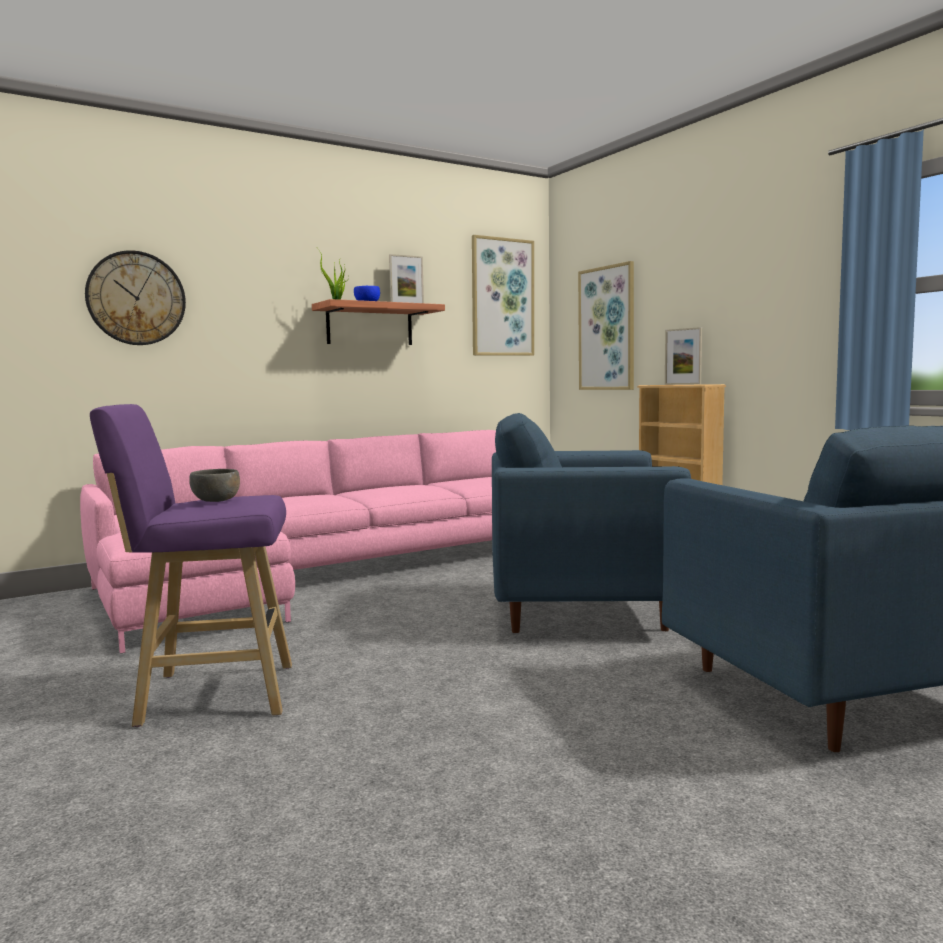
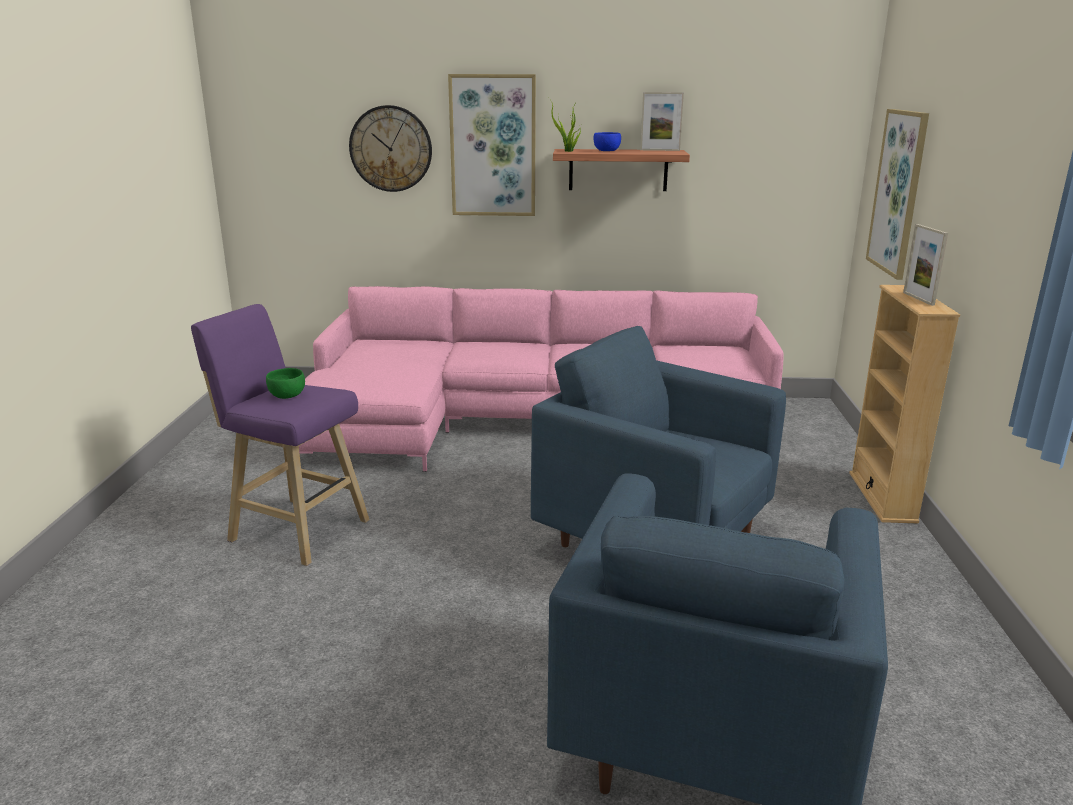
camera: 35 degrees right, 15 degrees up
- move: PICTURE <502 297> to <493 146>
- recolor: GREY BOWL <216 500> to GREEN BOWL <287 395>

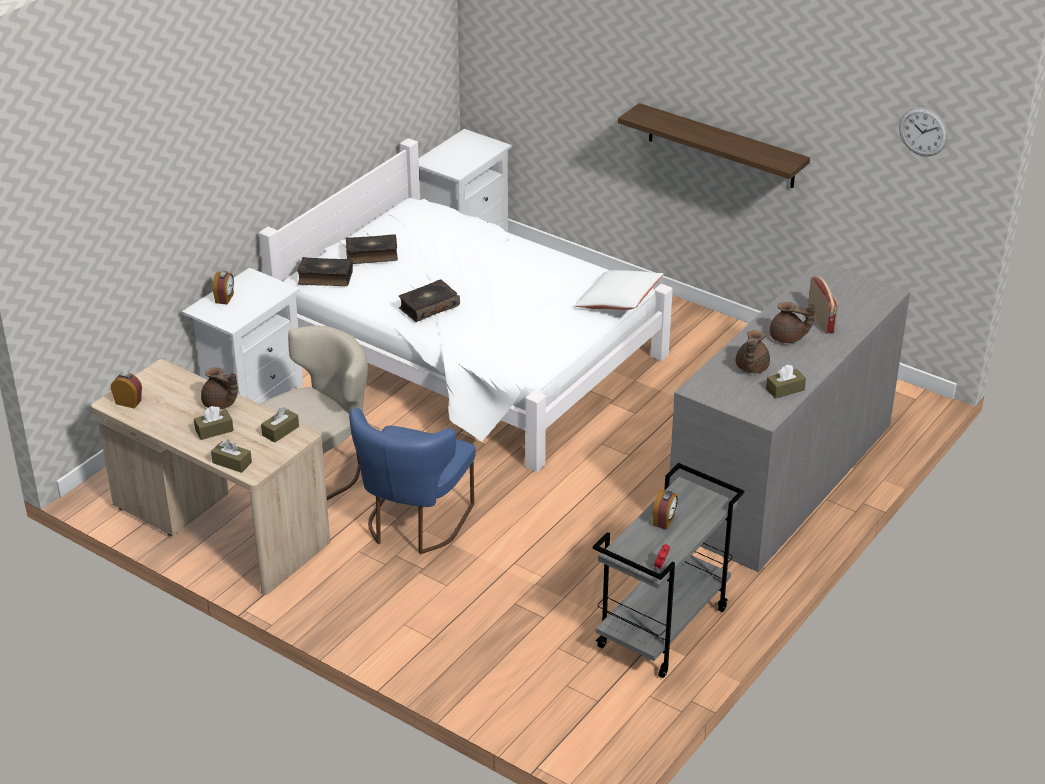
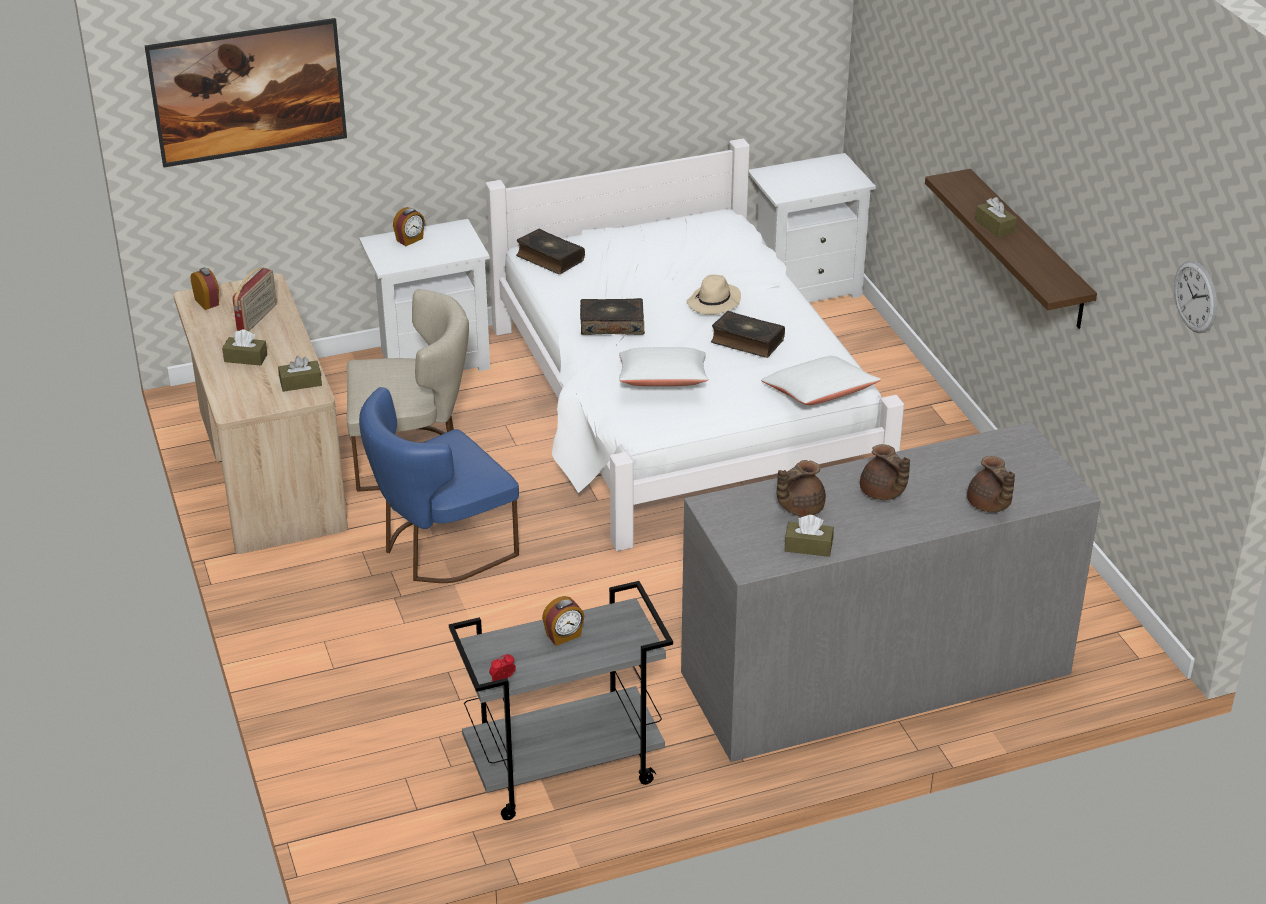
camera: 35 degrees right, 0 degrees up
- insert: PICTURE <252 121>
- insert: WHITE PILLOW <663 381>
- insert: BEIGE HAT <714 303>
- move: BROWN TEAPOT <220 404> to <989 505>
- move: BROWN TISSUE BOX <232 462> to <995 226>
- move: BOOK <372 255> to <747 341>
- move: RADIO <822 319> to <258 318>

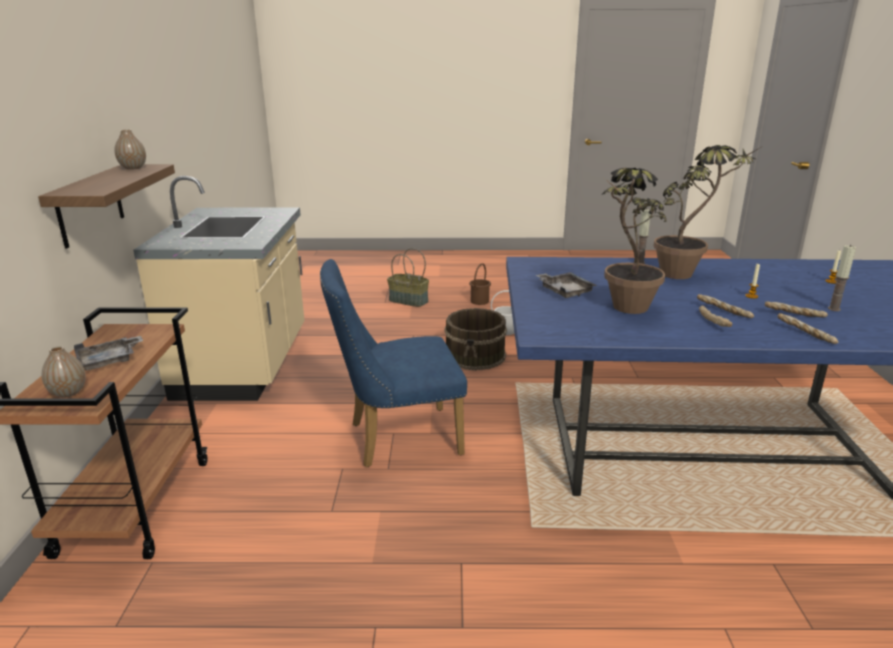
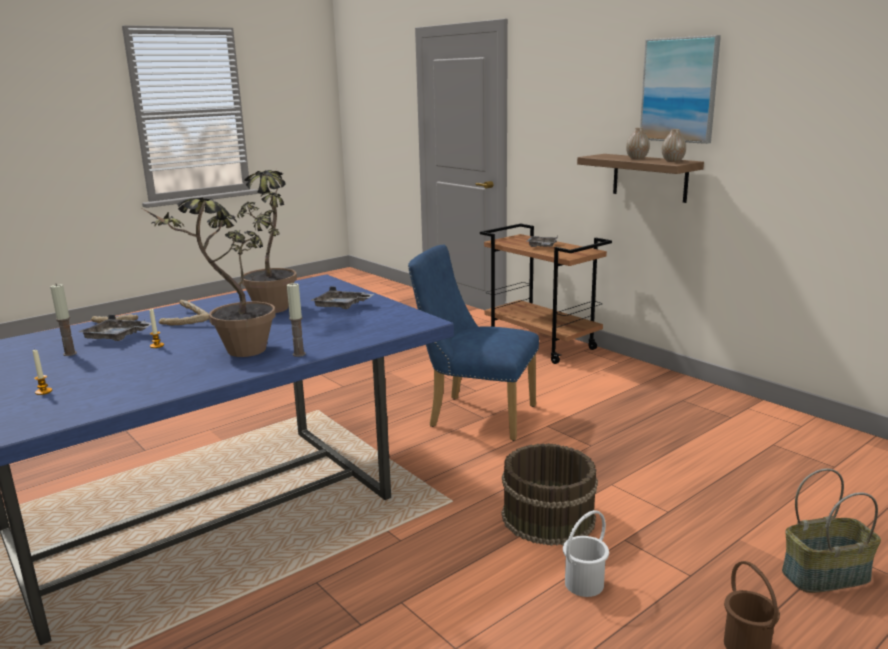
camera: 140 degrees right, 5 degrees down
- delete: BEIGE COUNTER <245 364>
- insert: PICTURE <679 90>
- move: VASE <68 393> to <637 158>
- replace: BREAD <794 315> to GREY TRAY <117 337>
- rotate: BLUE CHAIR <396 439> = <474 415> 105 degrees counterclockwise

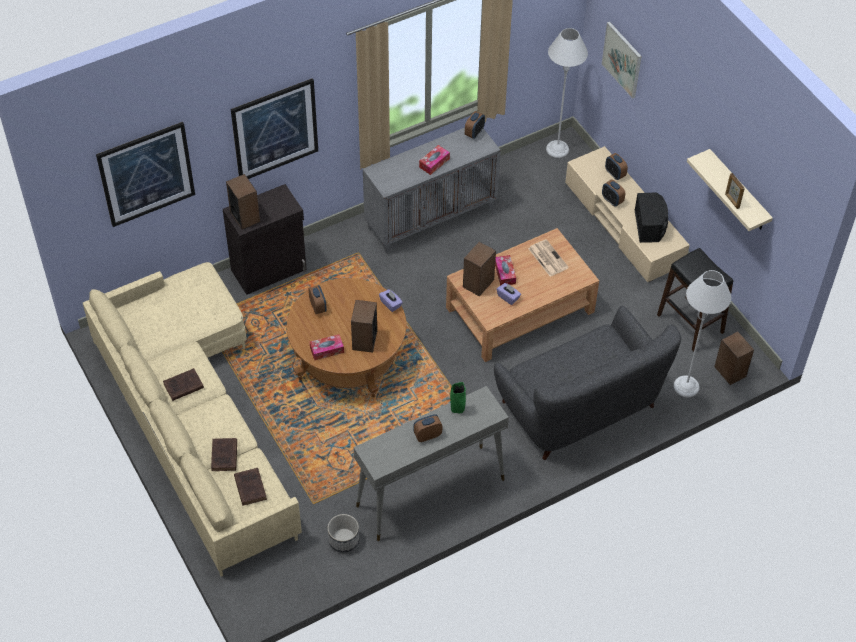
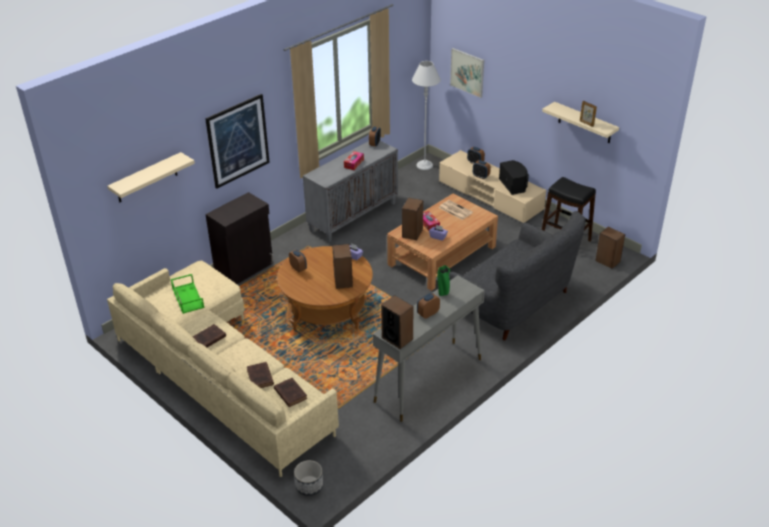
camera: 15 degrees left, 15 degrees down
- delete: TISSUE BOX <327 350>
- delete: GREY FLOOR LAMP <686 386>
- insert: GREEN TRAY <187 297>
- move: SPEAKER <245 217> to <397 338>
- move: PLANTER <343 540> to <309 486>
- replace: PICTURE <146 174> to BEIGE SHELF <146 178>

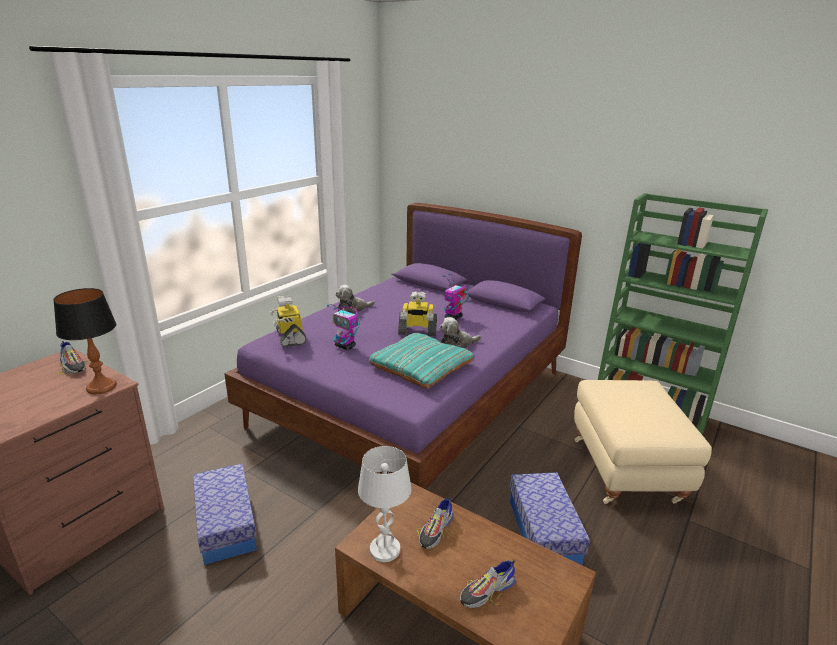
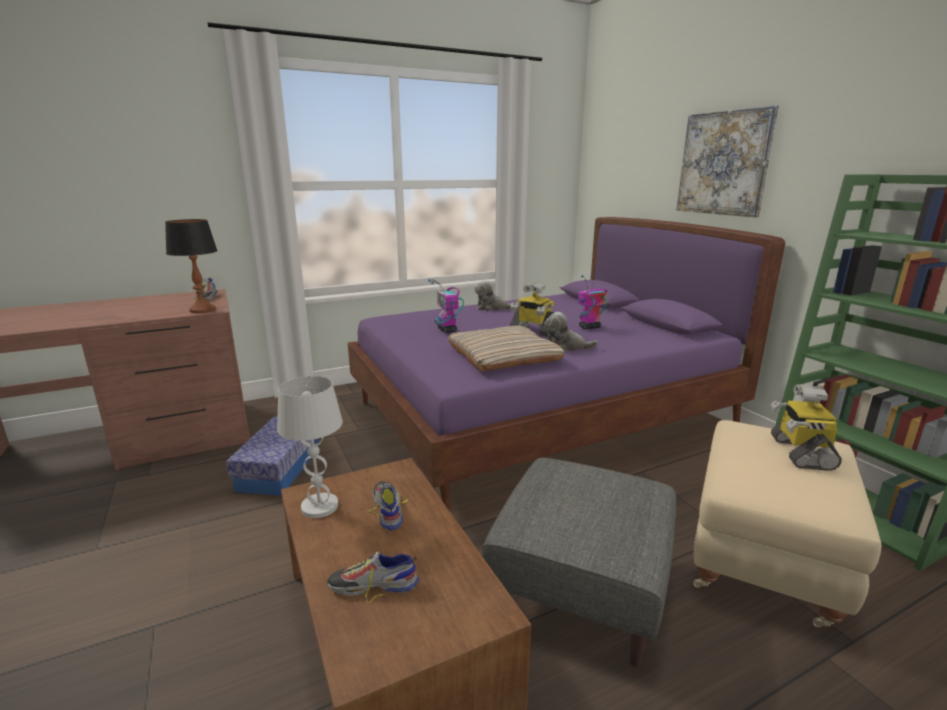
camera: 30 degrees right, 5 degrees down
- insert: PICTURE <724 163>
- move: TOY ROBOT <290 337> to <800 452>
- replace: STORAGE BOX <543 531> to GREY OTTOMAN <579 585>
- recolor: TURQUOISE PILLOW <421 366> to BEIGE PILLOW <503 356>
- rotate: SHOE <436 530> = <387 508> 105 degrees clockwise

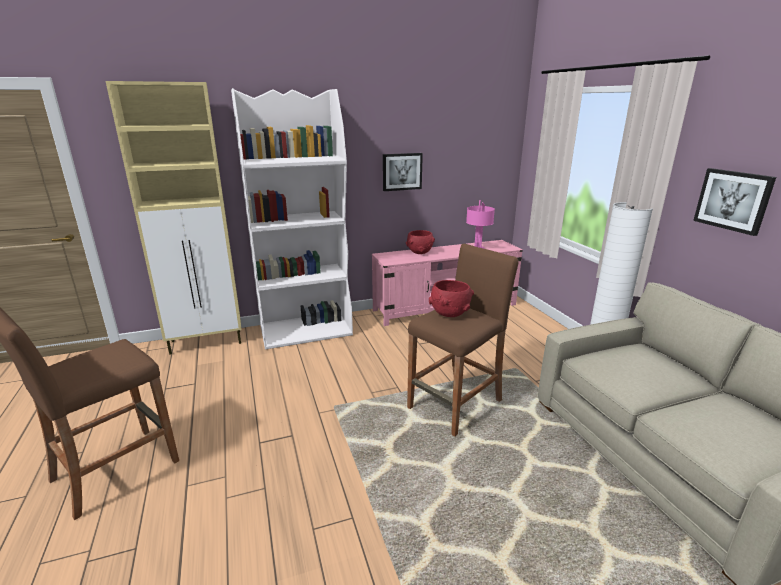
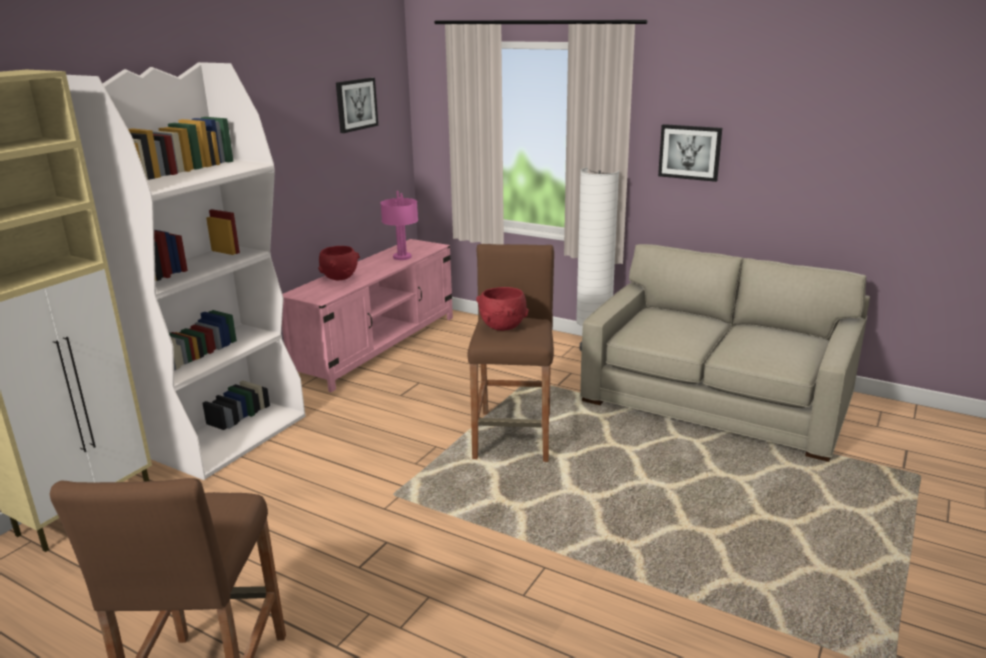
camera: 40 degrees left, 0 degrees up
- move: PICTURE <402 171> to <356 104>

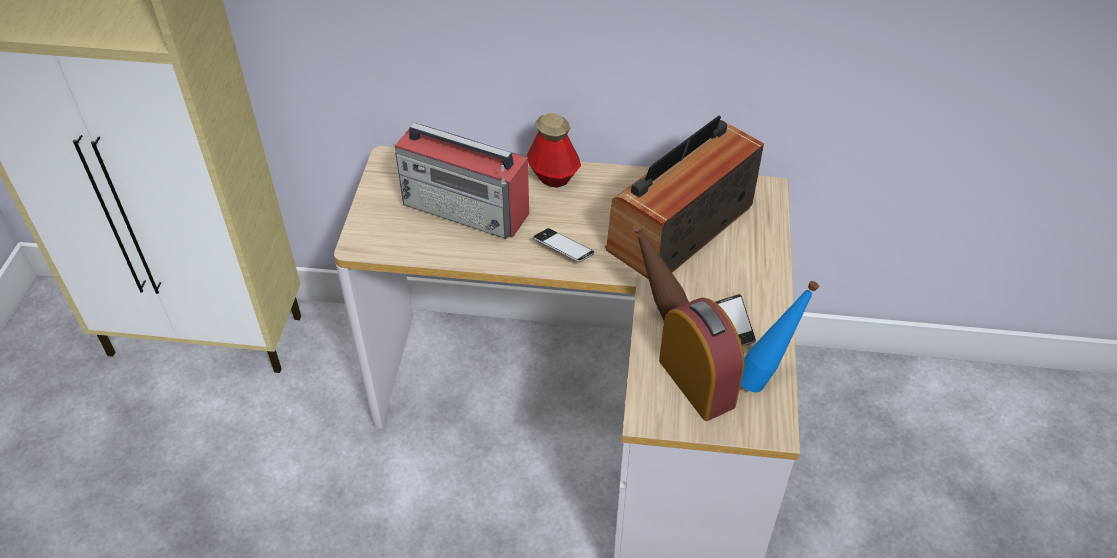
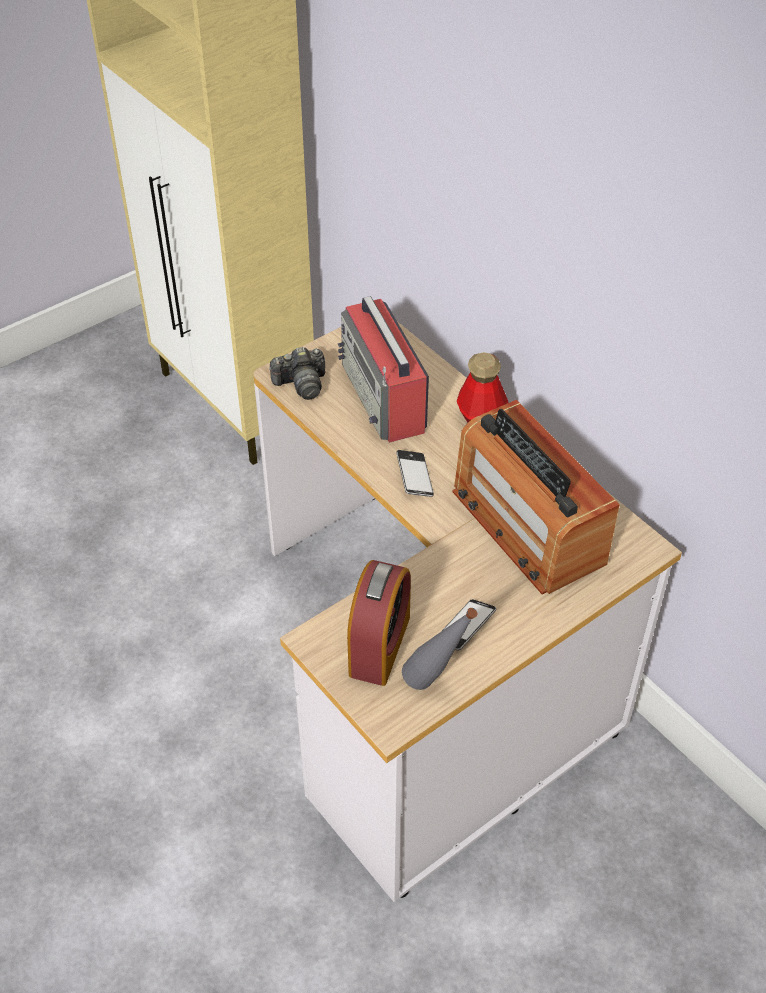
camera: 45 degrees right, 0 degrees up
- delete: BROWN BOTTLE <658 316>
- insert: PHOTO CAMERA <301 384>
- recolor: BLUE BOTTLE <765 378> to GREY BOTTLE <436 684>
- rotate: RADIO <680 228> = <527 526> 120 degrees counterclockwise

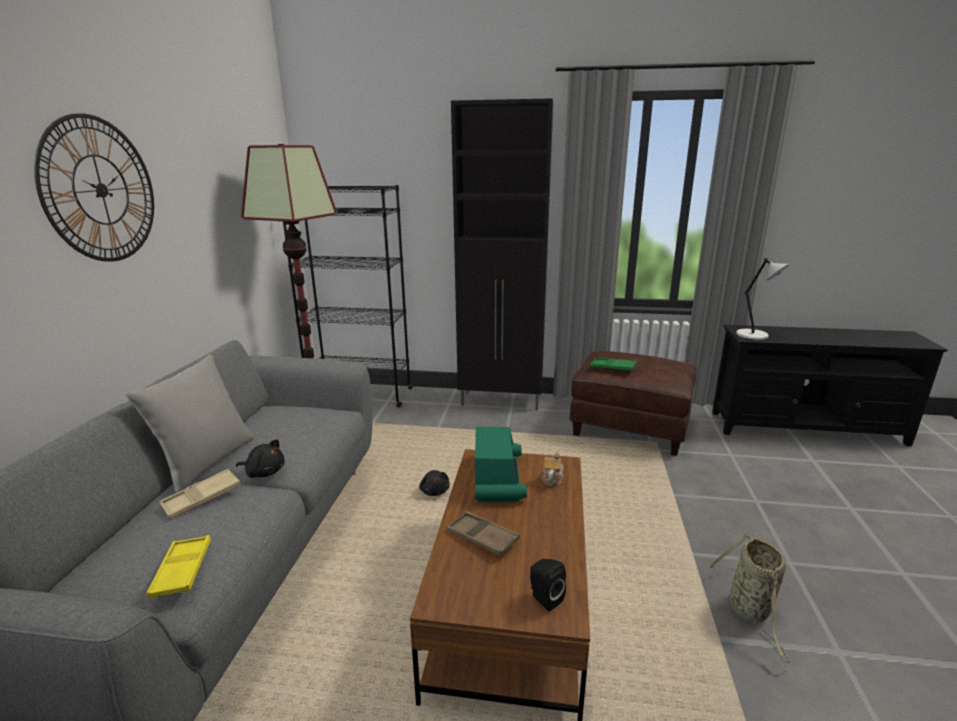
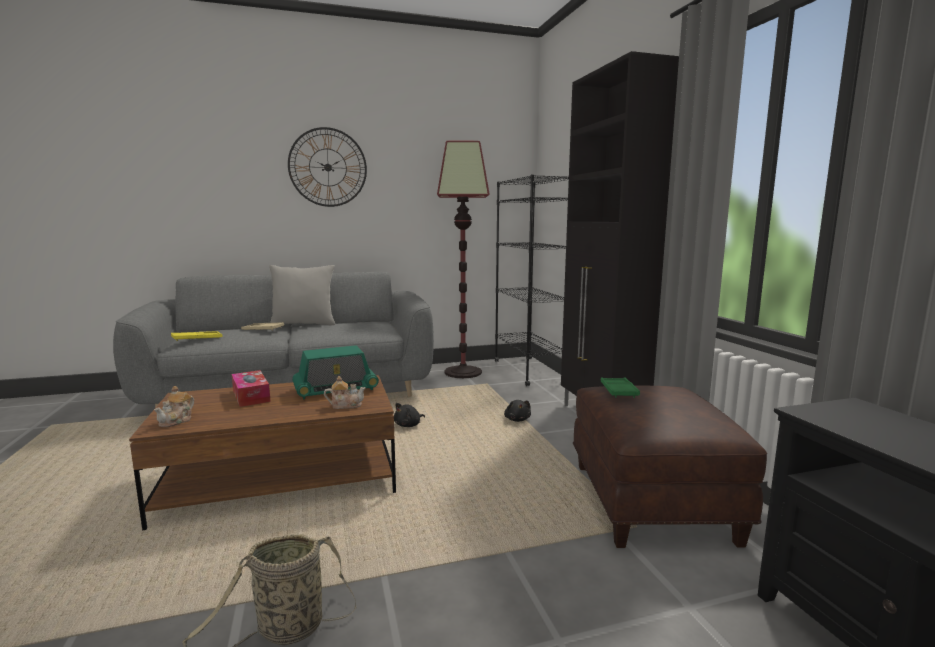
camera: 65 degrees right, 10 degrees down
- delete: GREY TABLE LAMP <754 335>
- move: BLACK PLUSH TOY <264 472> to <517 419>
- replace: BROWN TRAY <482 537> to TISSUE BOX <251 396>
- replace: BLACK SPEAKER <544 598> to TEAPOT <177 421>

